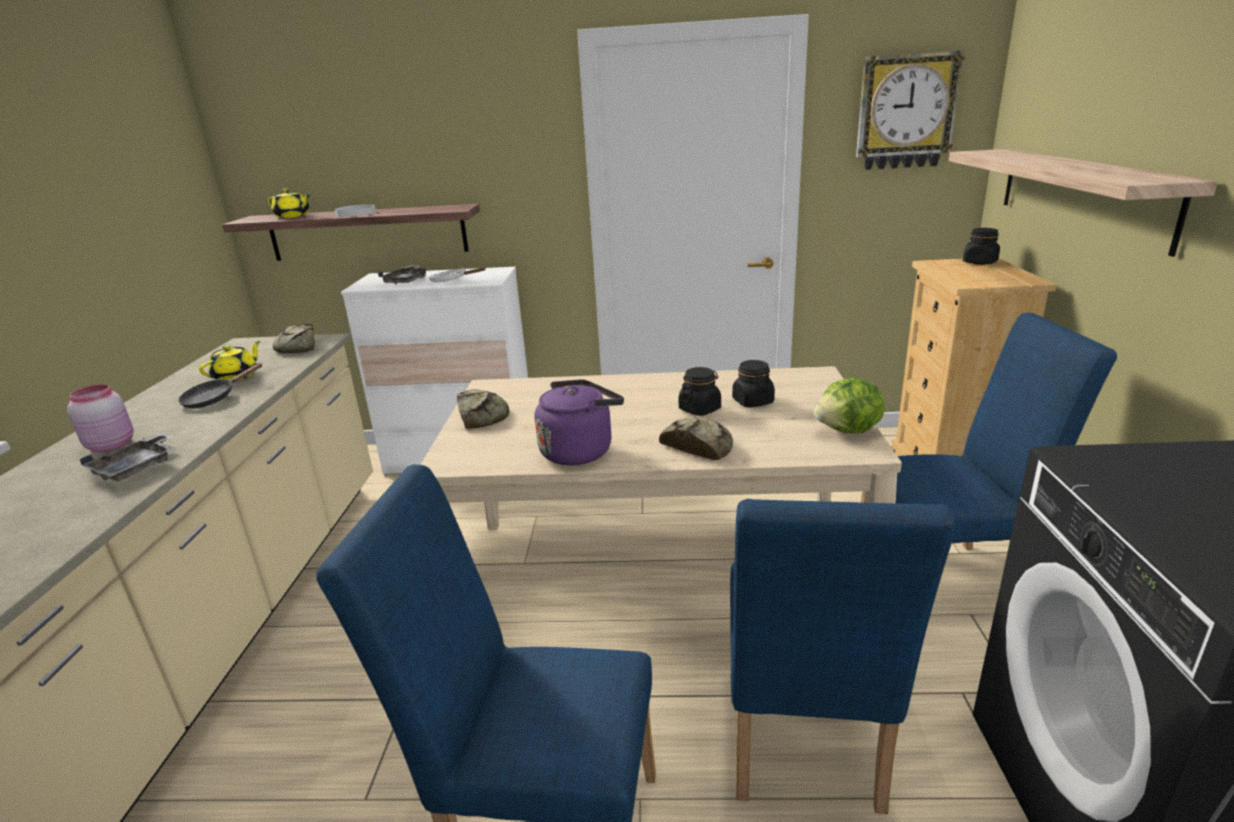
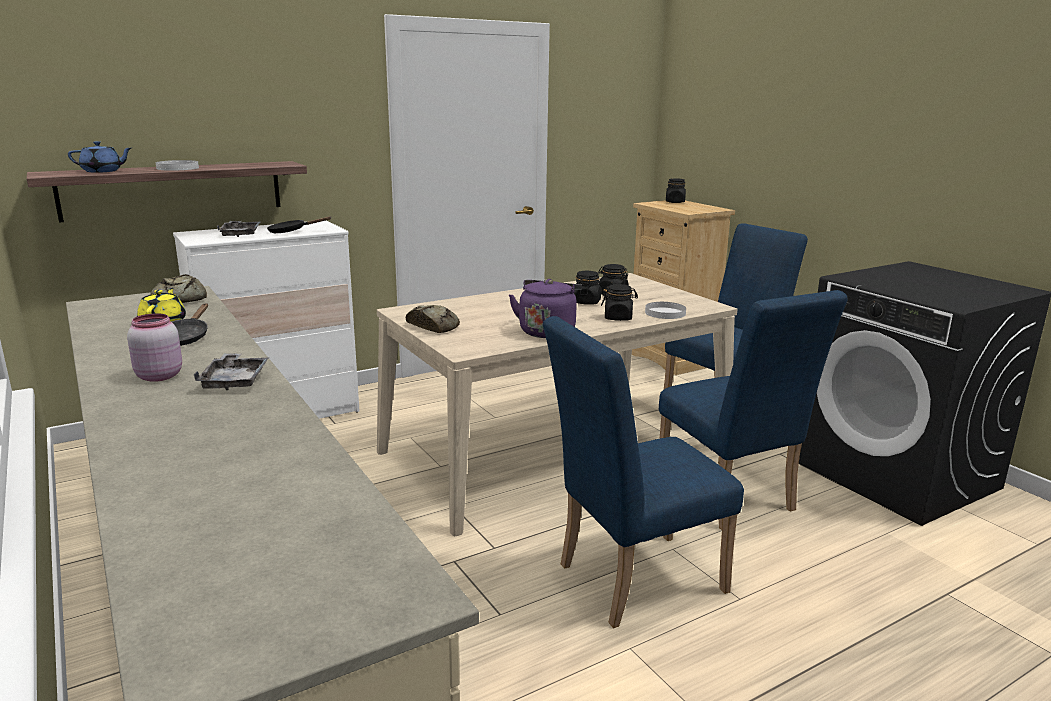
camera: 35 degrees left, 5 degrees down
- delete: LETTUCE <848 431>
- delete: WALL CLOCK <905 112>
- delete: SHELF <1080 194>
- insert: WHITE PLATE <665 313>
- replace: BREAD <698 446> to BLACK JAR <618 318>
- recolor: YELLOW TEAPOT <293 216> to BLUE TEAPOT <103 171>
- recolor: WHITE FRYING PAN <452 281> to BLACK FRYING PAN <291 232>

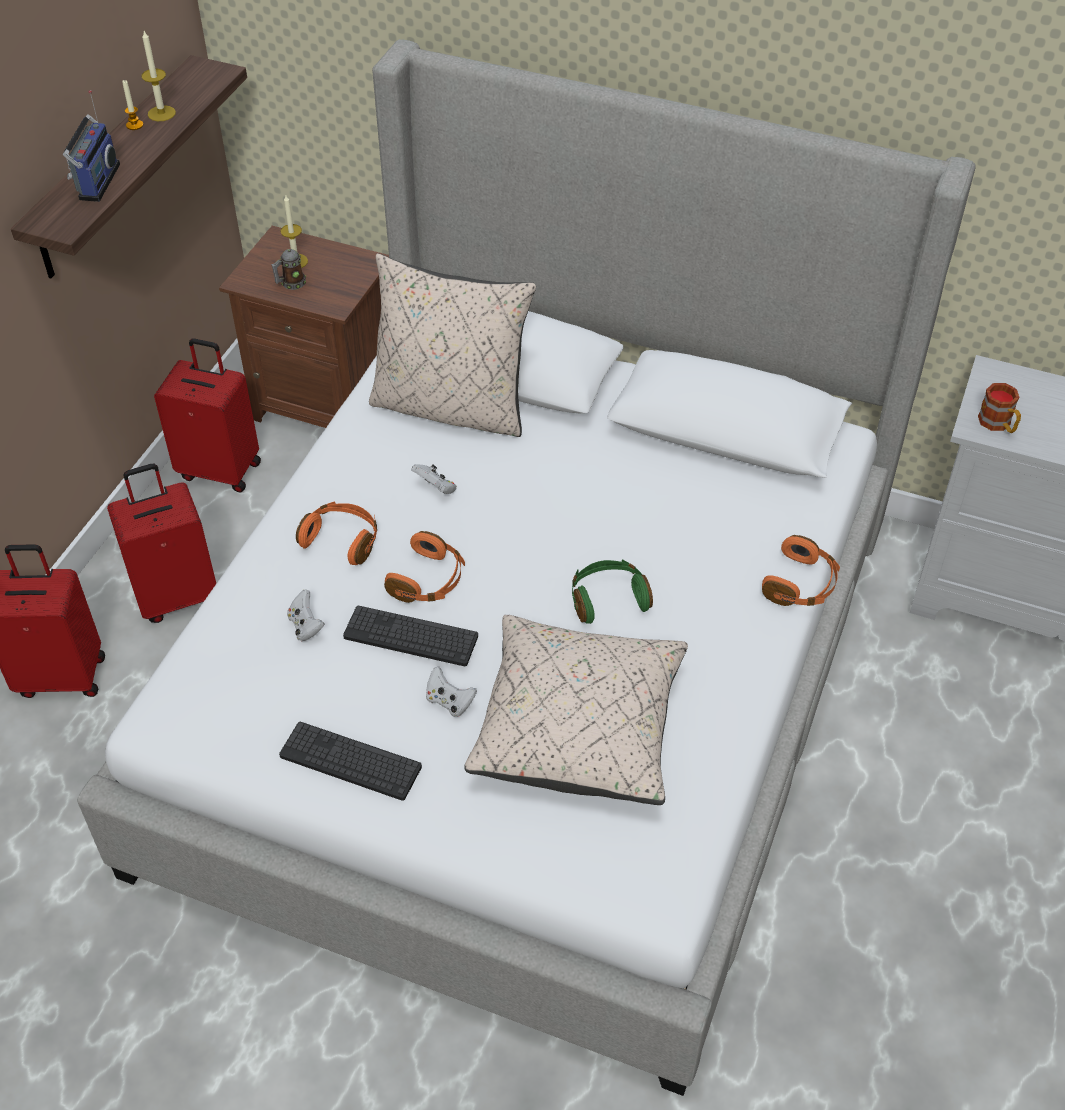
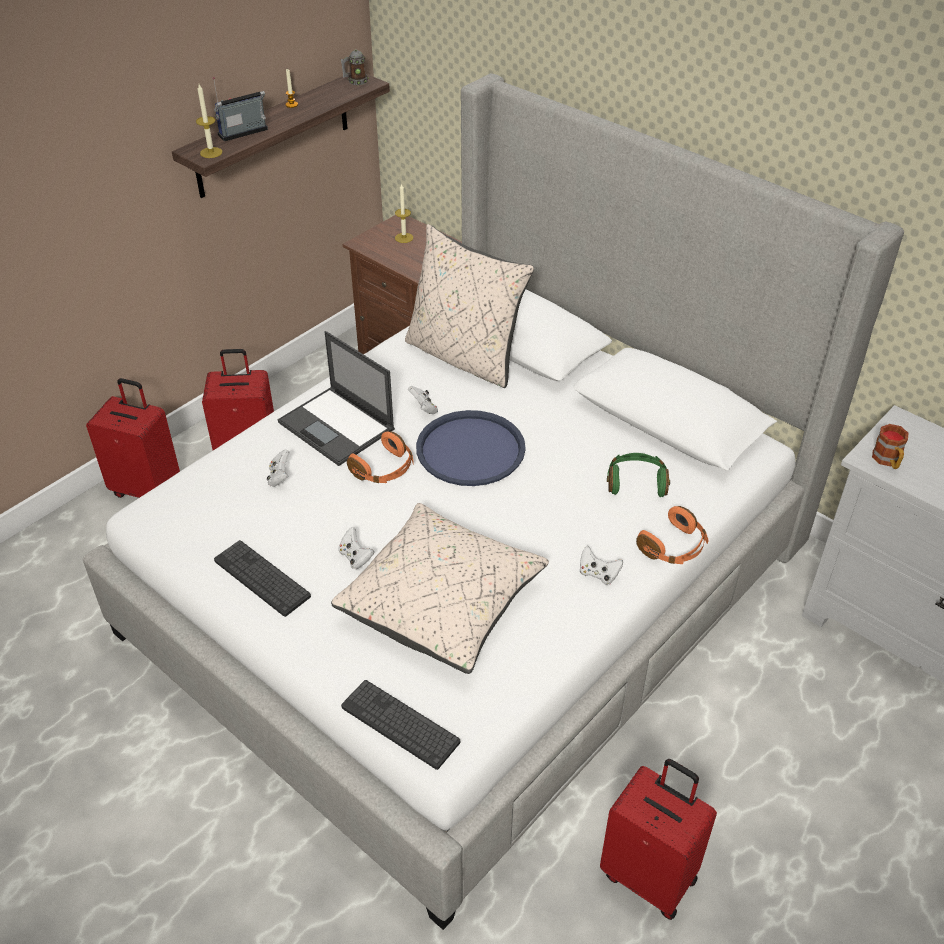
camera: 20 degrees right, 5 degrees down
- insert: BLUE TRAY <471 449>
- insert: WHITE GAME CONTROLLER <598 574>
- move: CANDLE <161 113> to <211 152>
- move: RED SUITCASE <221 469> to <650 875>
- move: MUG <290 284> to <355 81>
- move: KEYBOARD <410 637> to <400 724>
- move: GREEN HEADPHONES <608 598> to <636 482>
- replace: ORANGE HEADPHONES <342 540> to LAPTOP <337 426>
- rotate: RADIO <96 182> = <244 133> 150 degrees counterclockwise

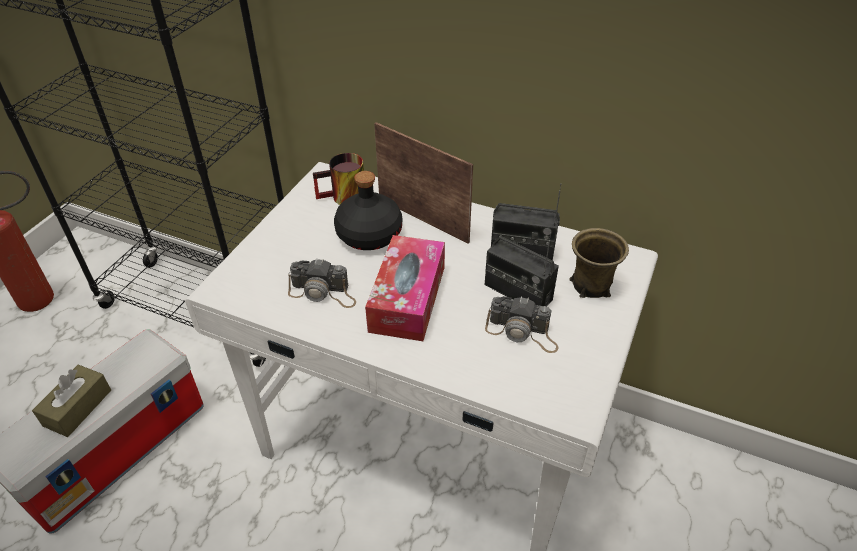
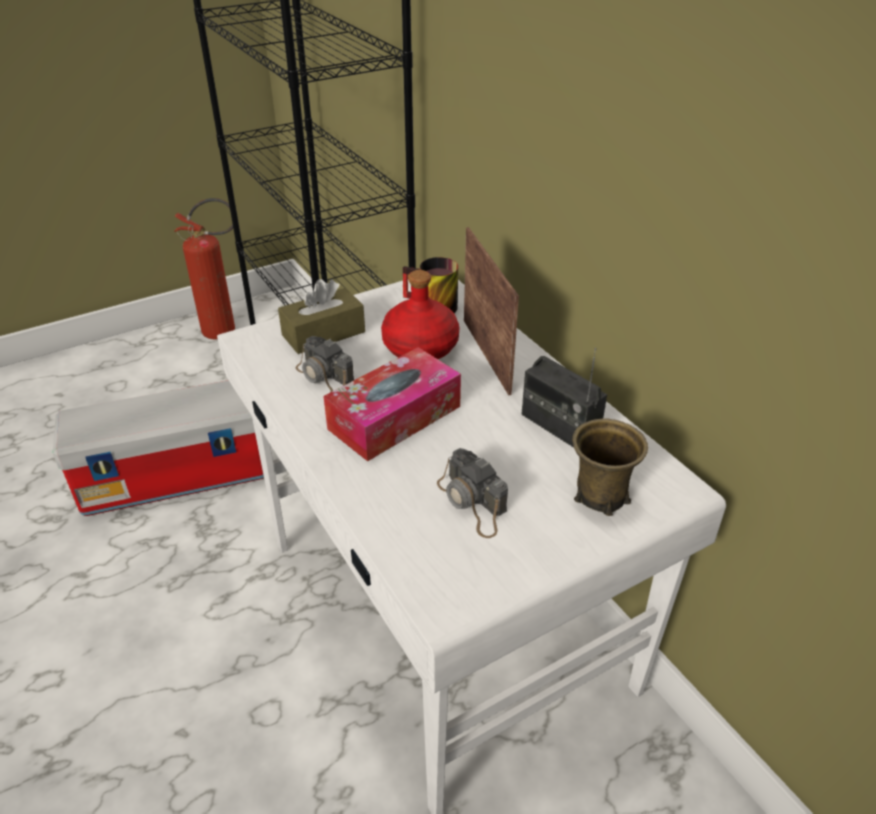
camera: 35 degrees right, 5 degrees down
- delete: RADIO <518 292>
- move: BROWN TISSUE BOX <77 408> to <323 334>
- recolor: BLACK BOTTLE <368 234> to RED BOTTLE <419 347>

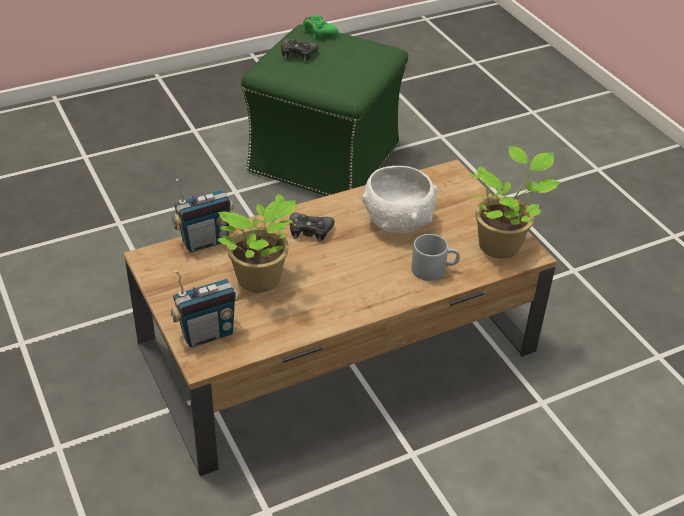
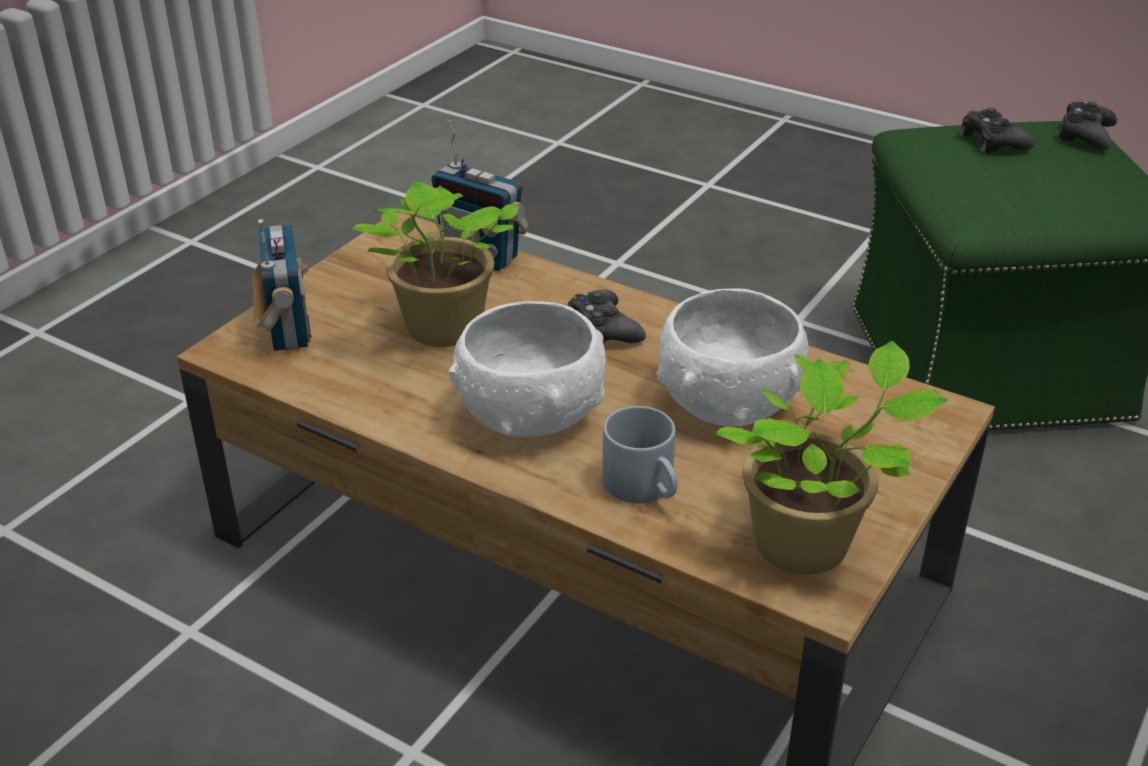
camera: 60 degrees right, 5 degrees down
- insert: WHITE BOWL <530 416>
- recolor: GREEN GAME CONTROLLER <319 32> to BLACK GAME CONTROLLER <1085 135>
- rotate: RADIO <207 334> = <287 331> 135 degrees counterclockwise

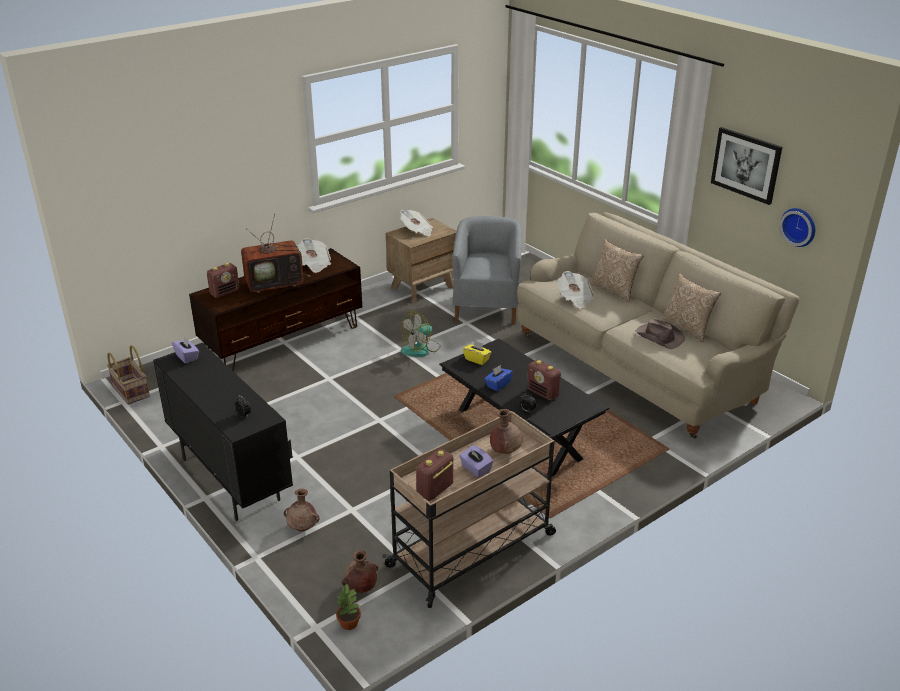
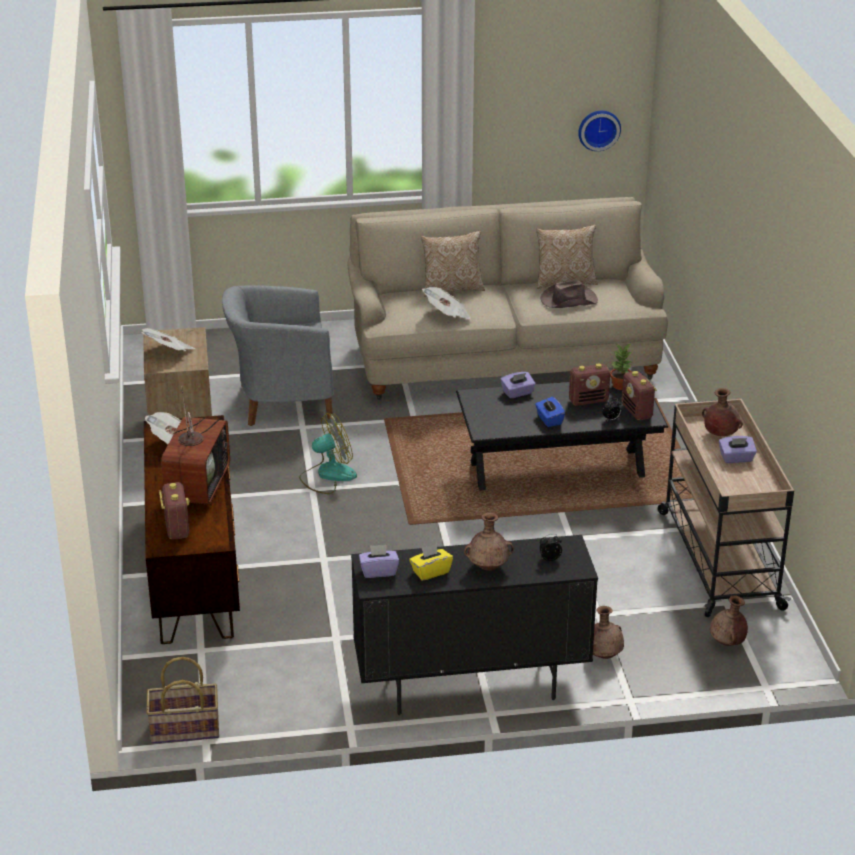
camera: 60 degrees left, 0 degrees up
- delete: PICTURE <746 165>
- insert: BROWN VASE <488 567>
- insert: PURPLE TISSUE BOX <517 393>
- move: POTTED PLANT <348 623> to <621 386>
- move: RADIO <435 490> to <637 412>
- move: YELLOW TISSUE BOX <477 359> to <430 572>
- rotate: FAN <421 349> = <327 475> 105 degrees counterclockwise
- rotate: GREY ARMCHAIR <487 306> = <281 401> 45 degrees counterclockwise

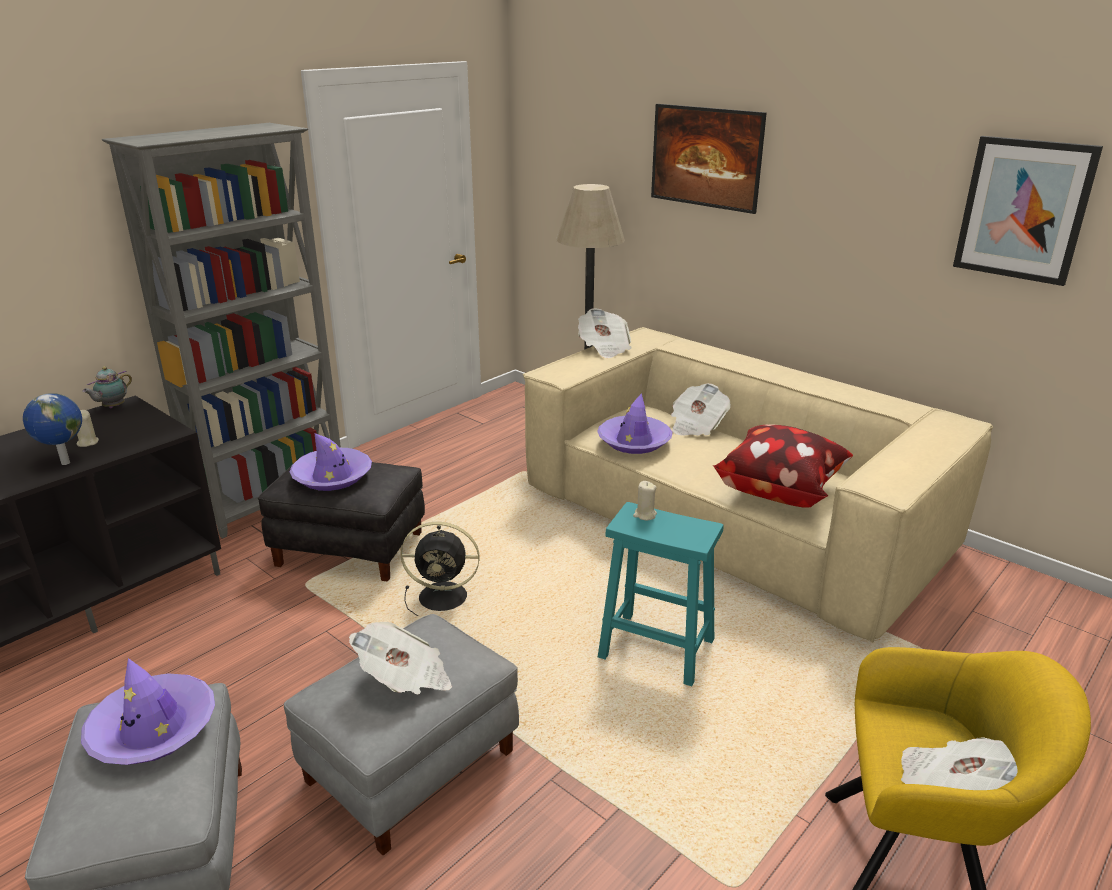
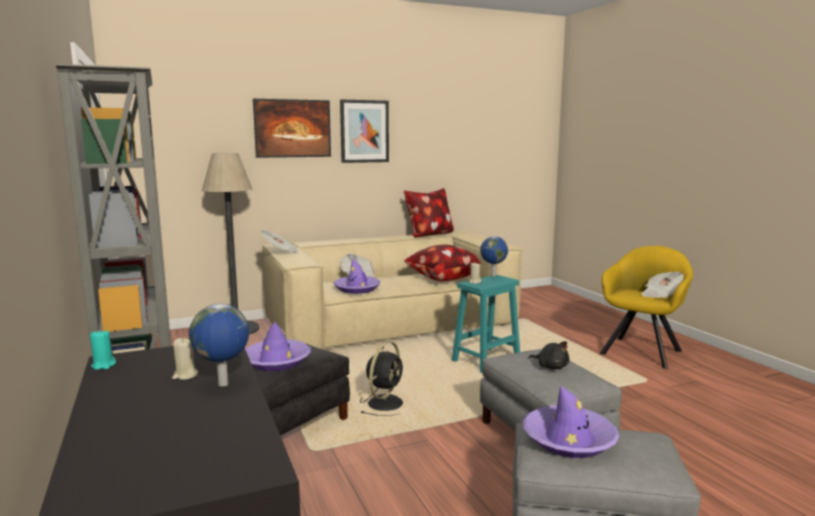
camera: 65 degrees left, 15 degrees down
- insert: PILLOW <429 235>
- insert: GLOBE <492 276>
- move: PICTURE <1023 210> to <364 131>
- replace: TEAPOT <112 407> to TURQUOISE CANDLE <103 365>
- replace: NEWSPAPER <405 679> to BLACK PLUSH TOY <551 367>

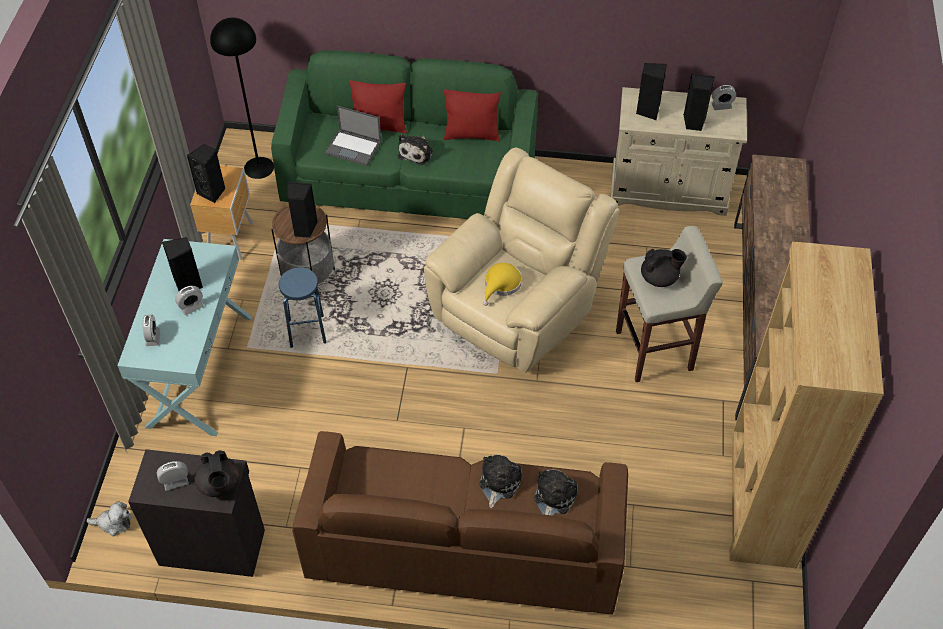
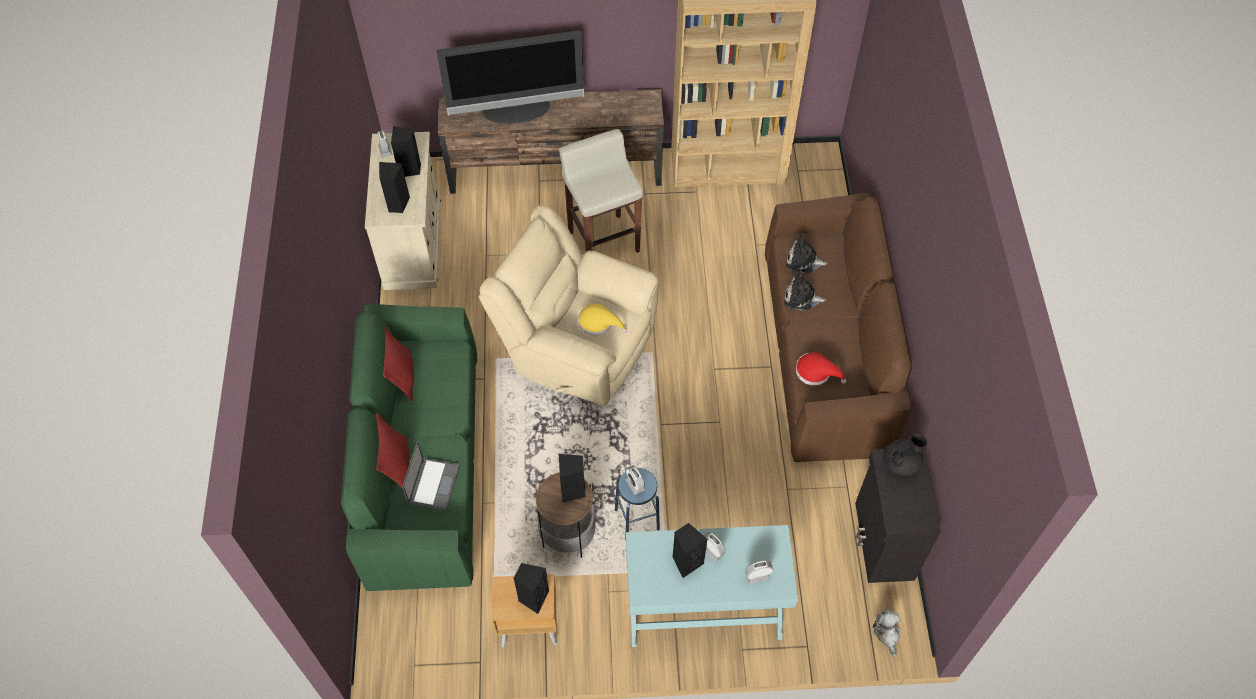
camera: 100 degrees left, 5 degrees up
- delete: BLACK FLOOR LAMP <259 167>
- delete: PLUSH TOY <417 152>
- delete: BLACK TEAPOT <659 278>
- insert: TELEVISION <516 111>
- insert: RED HAT <816 372>
- move: ALARM CLOCK <175 481> to <635 484>

